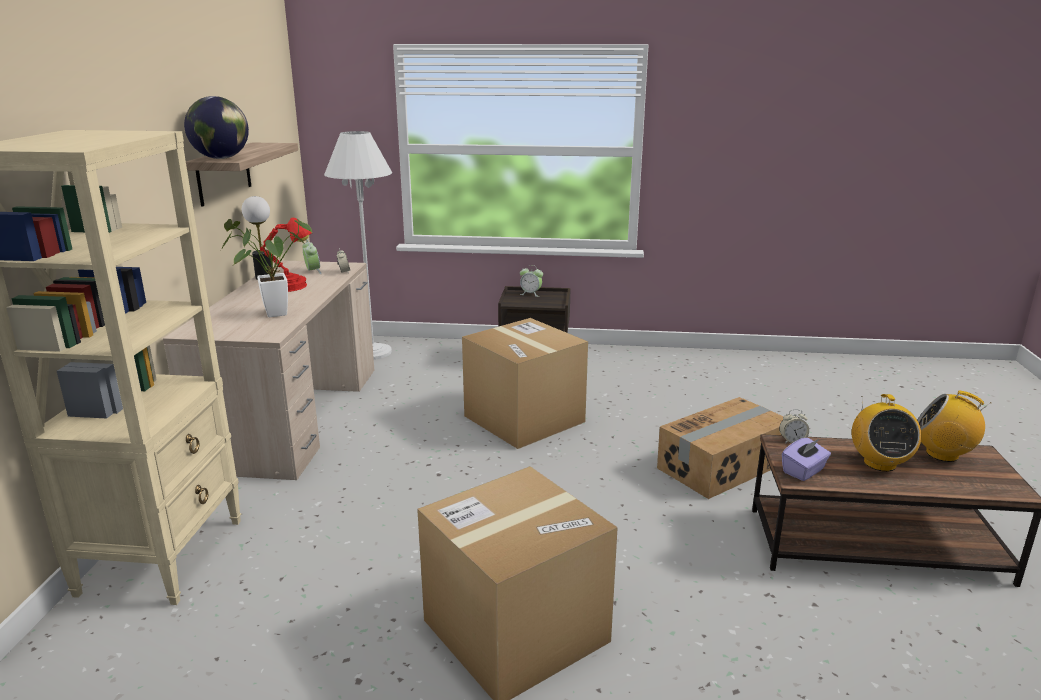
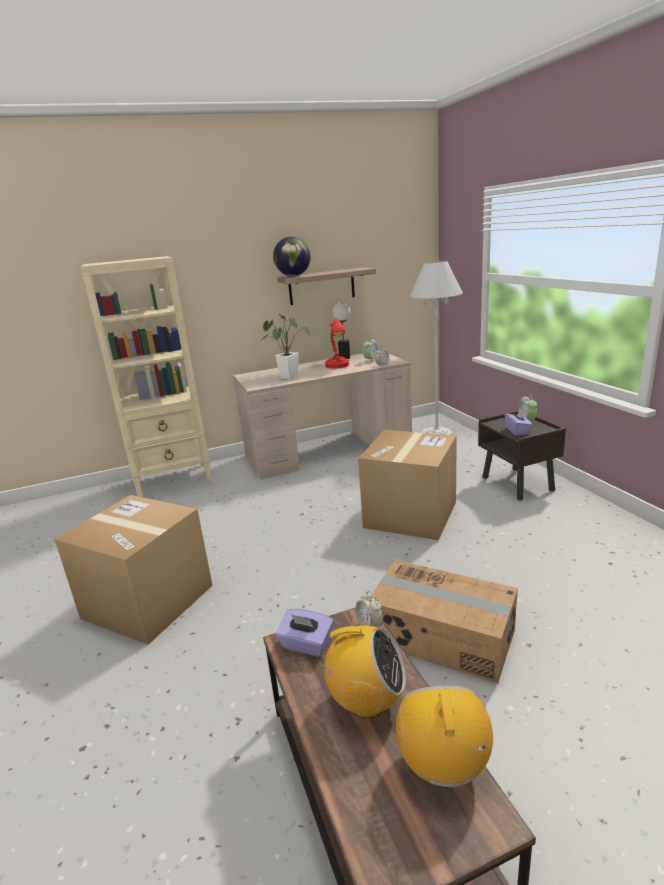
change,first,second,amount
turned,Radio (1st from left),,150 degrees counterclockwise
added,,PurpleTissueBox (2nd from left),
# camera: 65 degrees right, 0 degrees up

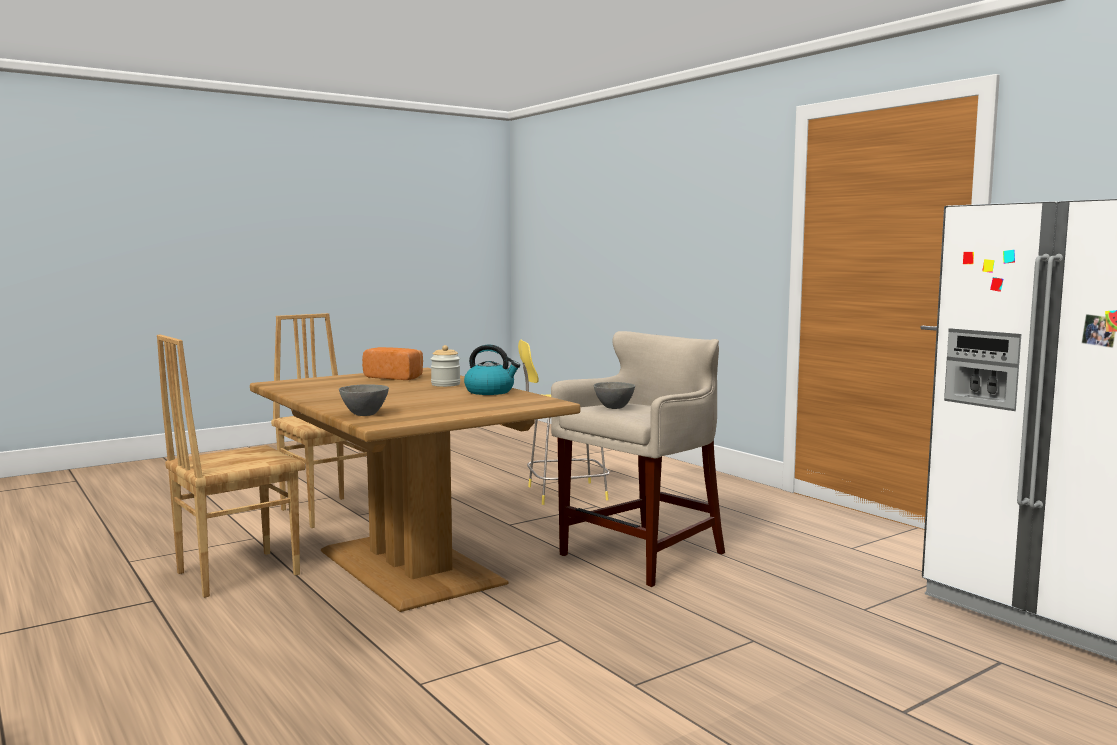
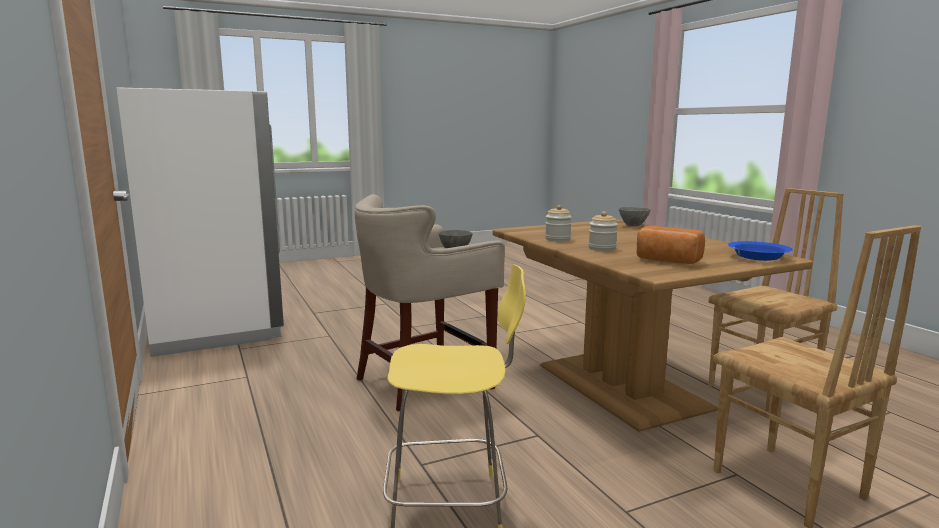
change,first,second,amount
replaced,Kettle,Jar (1st from left),
added,,BlueBowl,
# camera: 170 degrees left, 5 degrees up

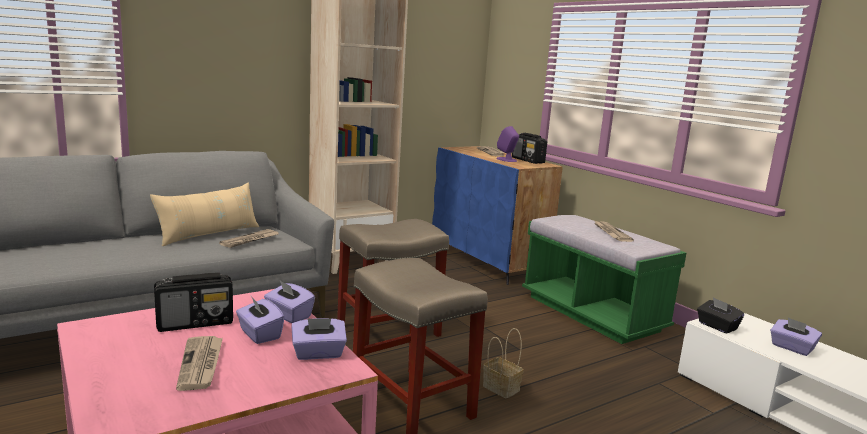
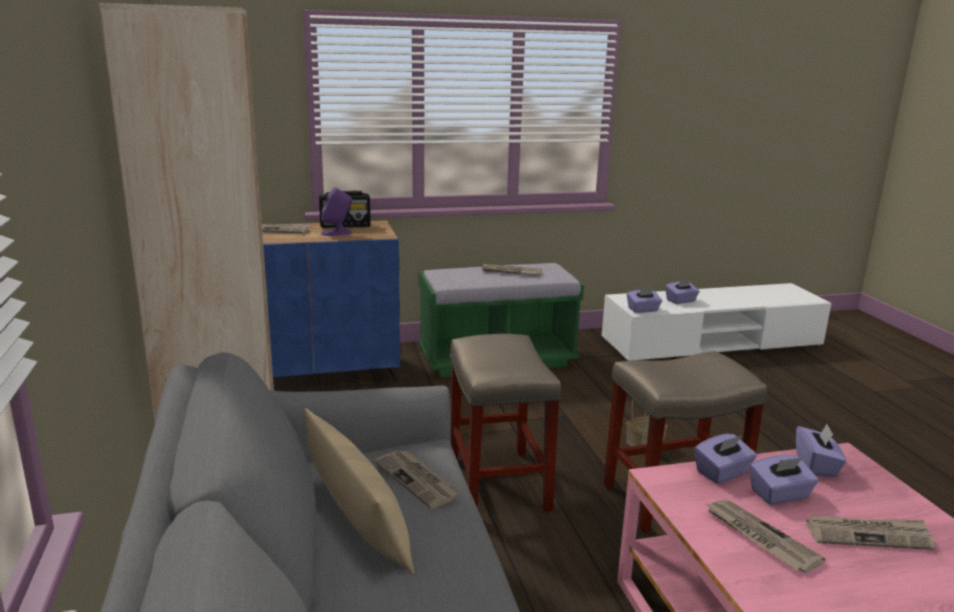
change,first,second,amount
replaced,Radio (1st from left),Newspaper (4th from left),
recoloured,BlackTissueBox,PurpleTissueBox (1st from left),
# camera: 70 degrees left, 5 degrees up

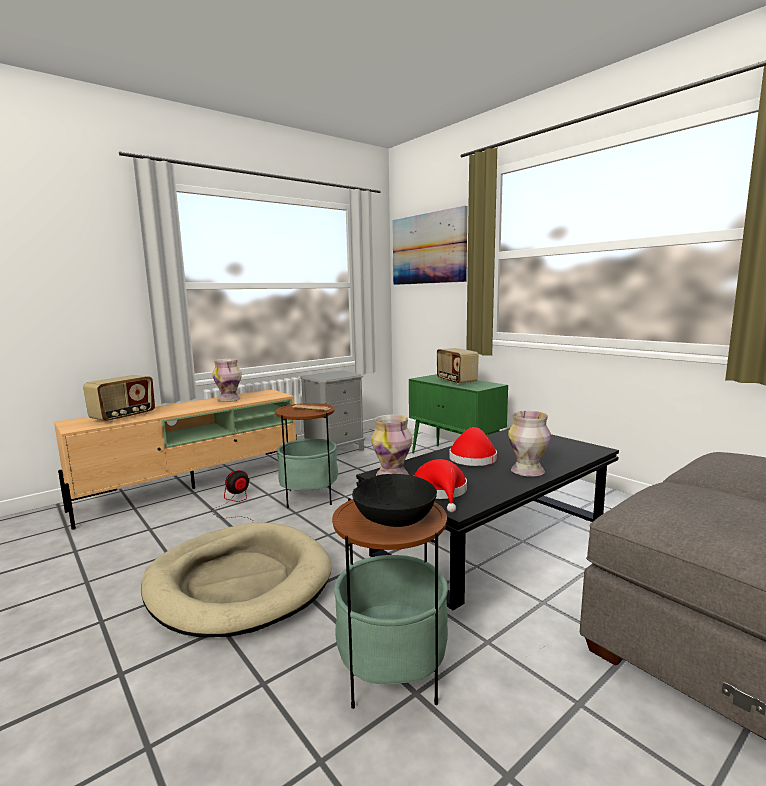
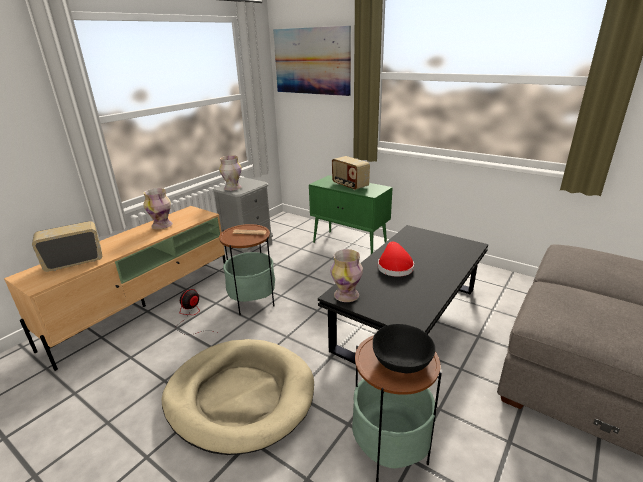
change,first,second,amount
turned,Radio (1st from left),,135 degrees counterclockwise
moved,Vase (3rd from left in the first image),Vase (2nd from left),
removed,RedHat (1st from left),,
# camera: 15 degrees left, 15 degrees up

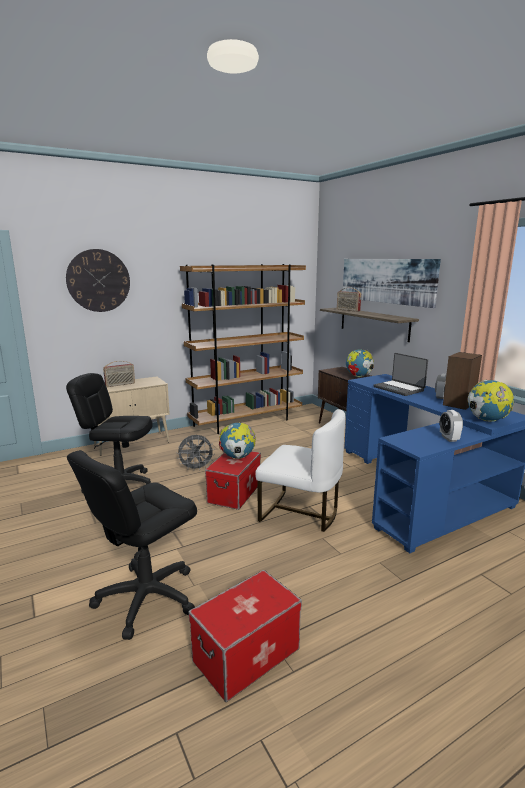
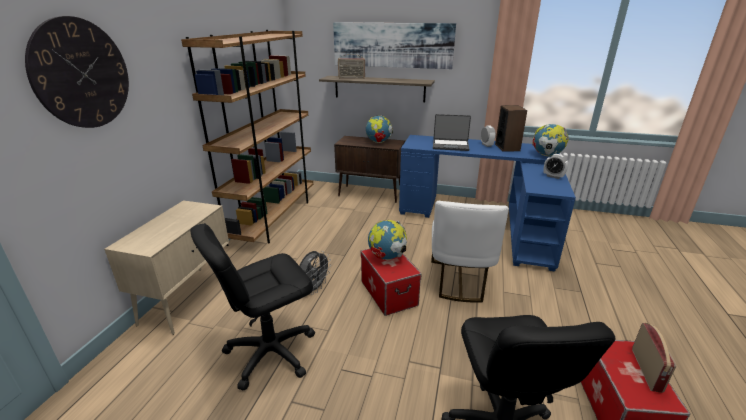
change,first,second,amount
moved,Radio (1st from left in the first image),Radio (2nd from left),
turned,WhiteChair,,120 degrees clockwise
# camera: 45 degrees left, 10 degrees up

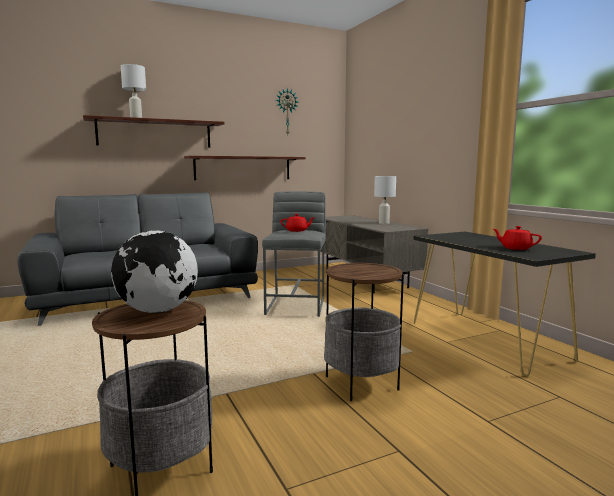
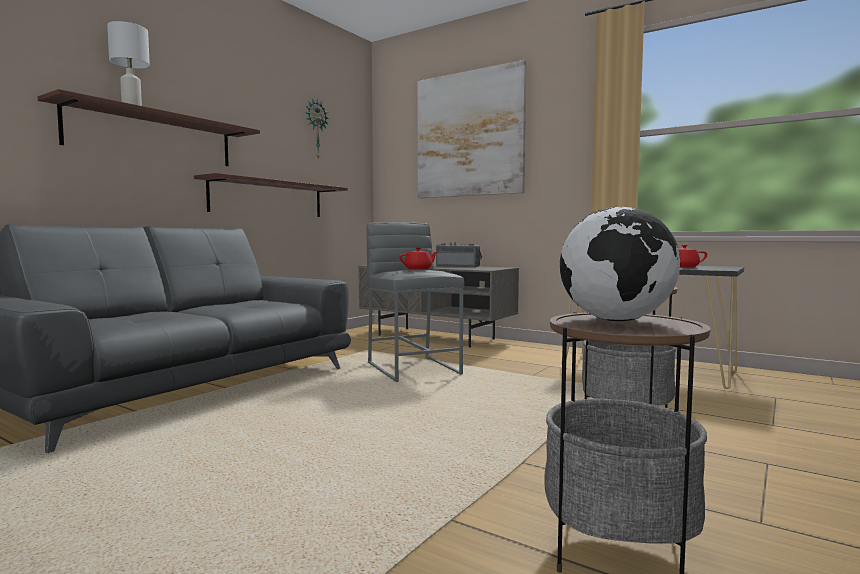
change,first,second,amount
replaced,WhiteTableLamp (2nd from left),Radio,
added,,Picture,
# camera: 30 degrees left, 5 degrees down

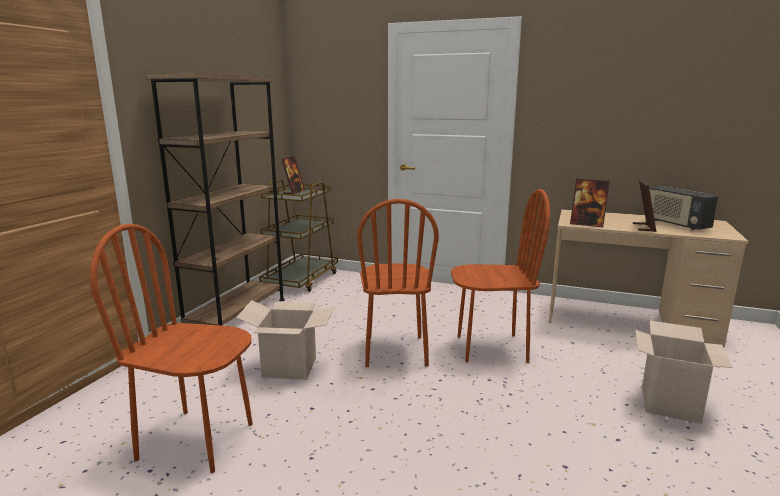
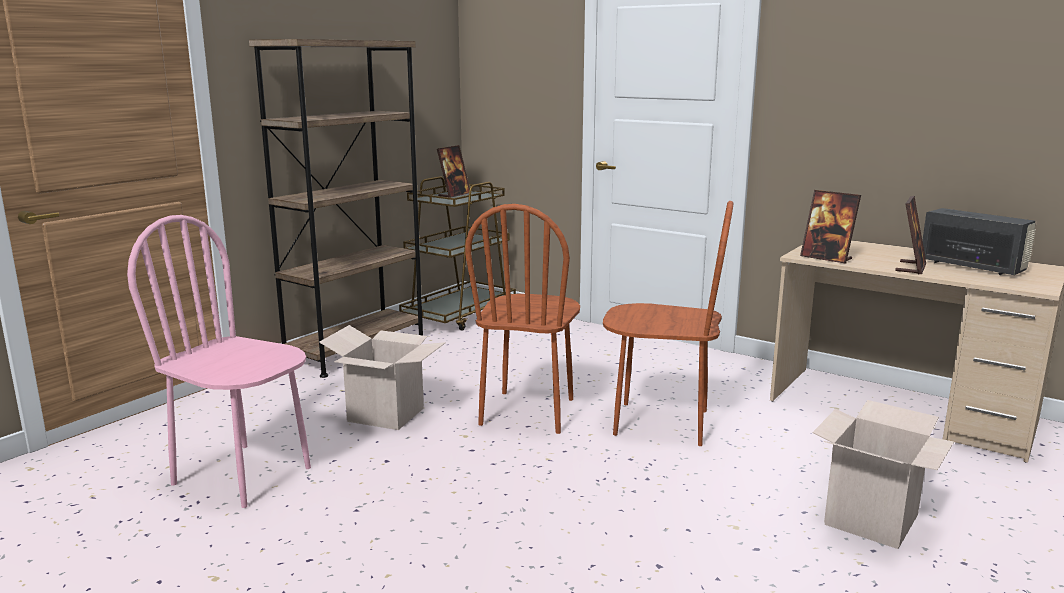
change,first,second,amount
turned,Radio,,150 degrees clockwise
recoloured,BrownChair (1st from left),PinkChair,
# camera: 15 degrees right, 0 degrees up

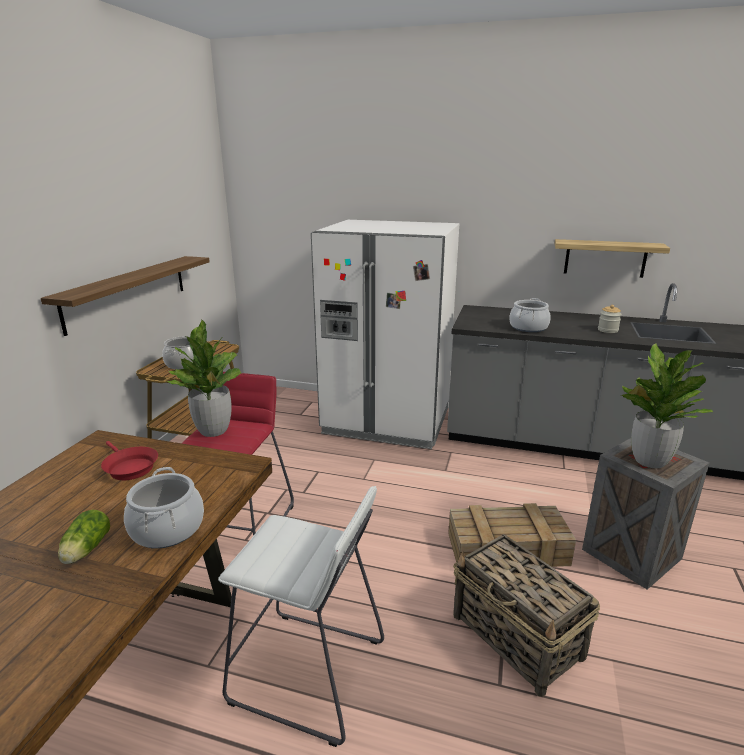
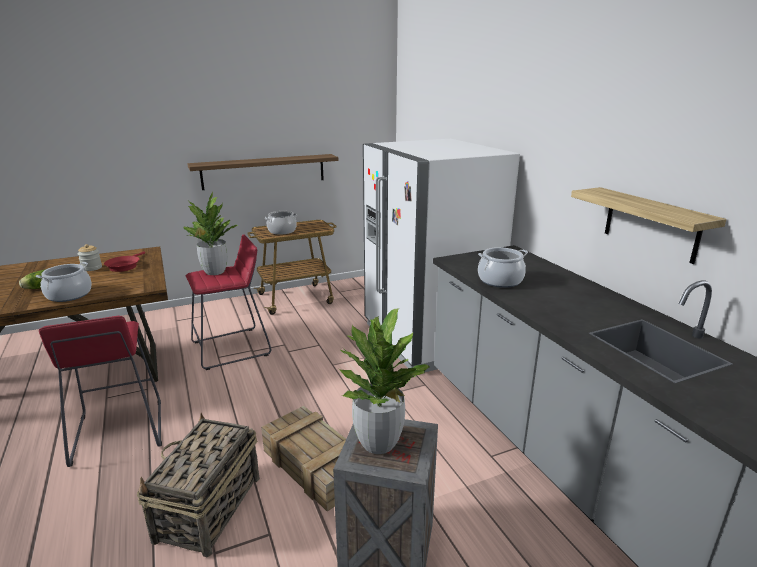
change,first,second,amount
moved,Jar,,
recoloured,WhiteStool,RedStool (1st from left),
# camera: 50 degrees right, 0 degrees up

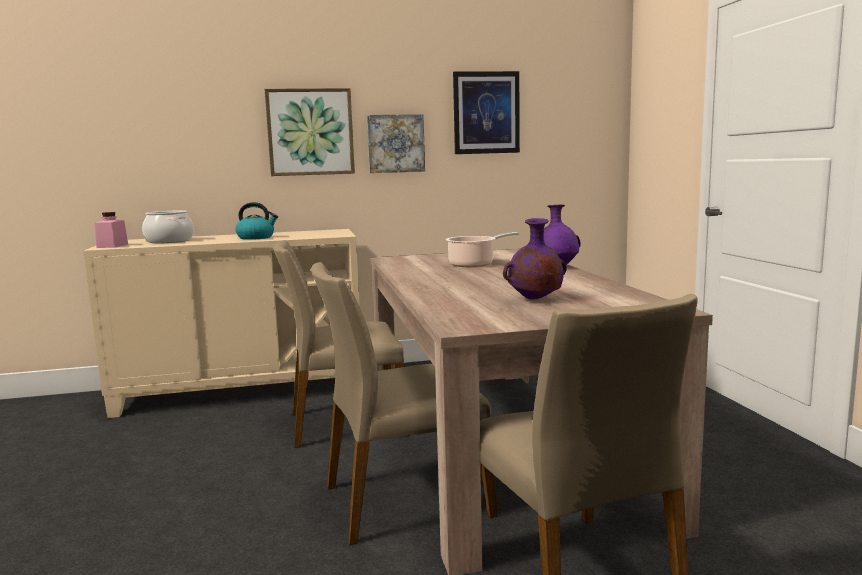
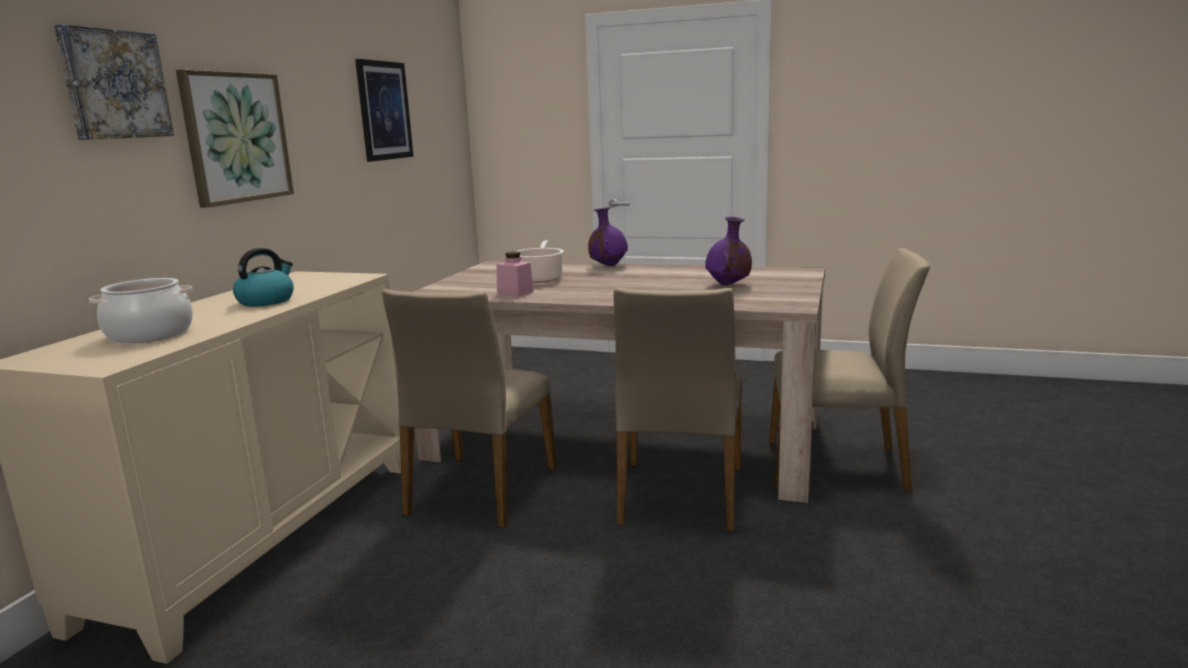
change,first,second,amount
moved,Picture (2nd from left in the first image),Picture (1st from left),
moved,PinkJar,,
# camera: 60 degrees left, 5 degrees up

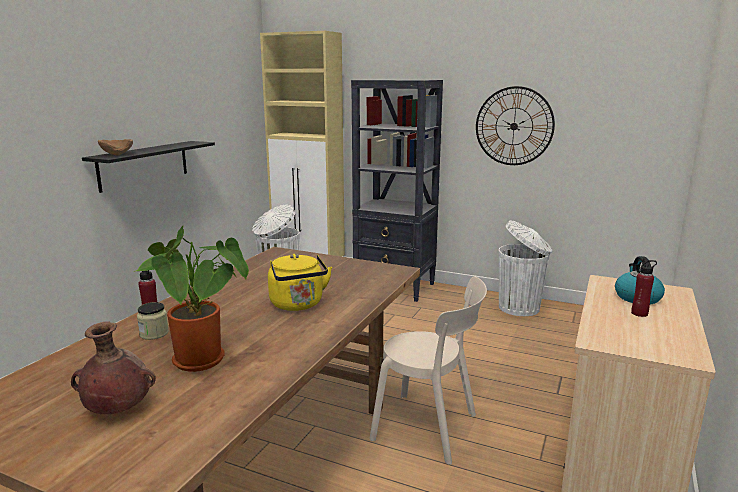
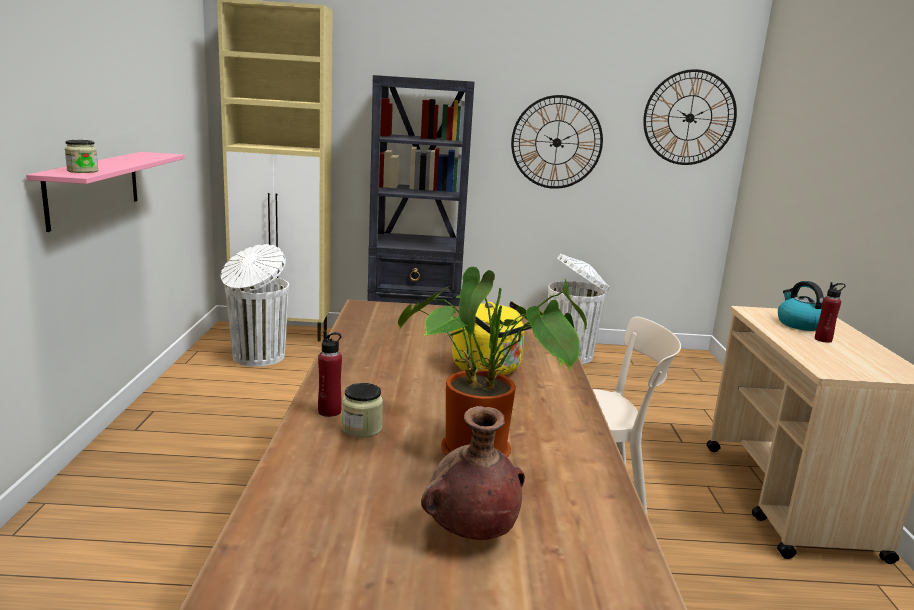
change,first,second,amount
replaced,BrownBowl,Jar (1st from left),
recoloured,BlackShelf,PinkShelf,
added,,WallClock (2nd from left),
# camera: 25 degrees left, 0 degrees up

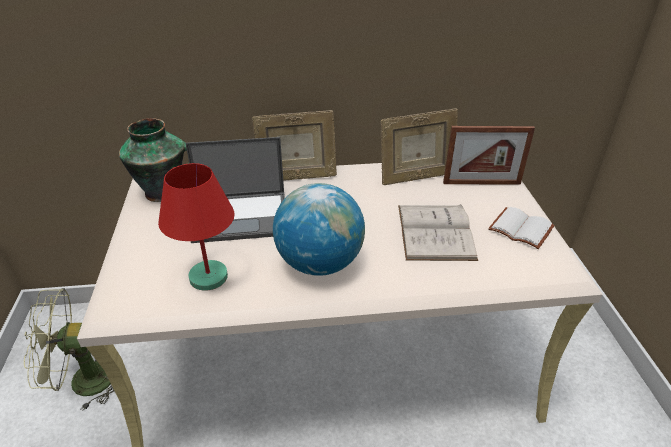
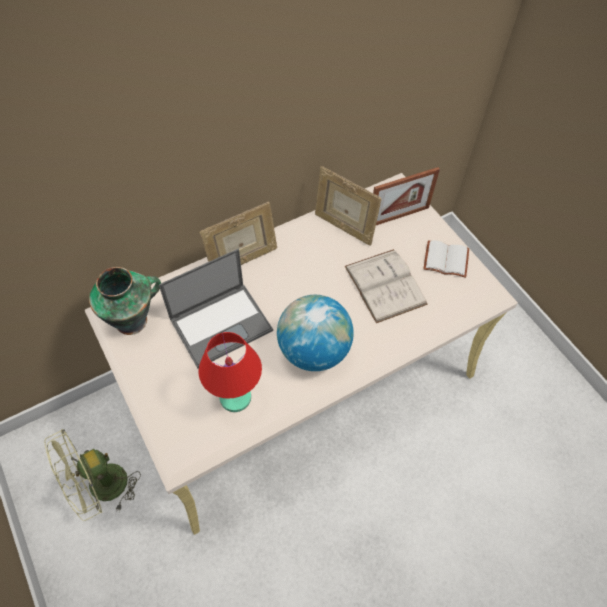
change,first,second,amount
turned,PictureFrame (2nd from left),,75 degrees clockwise
# camera: 25 degrees left, 20 degrees up

